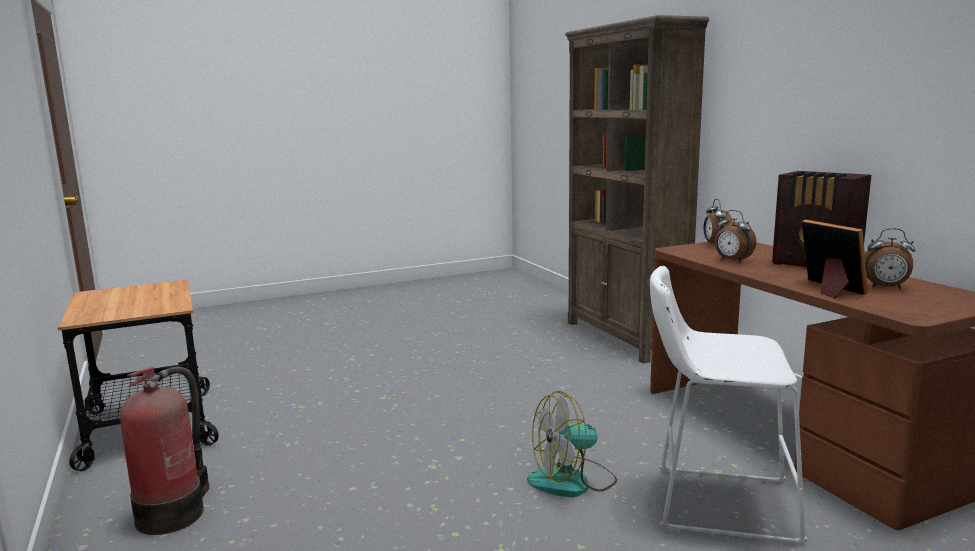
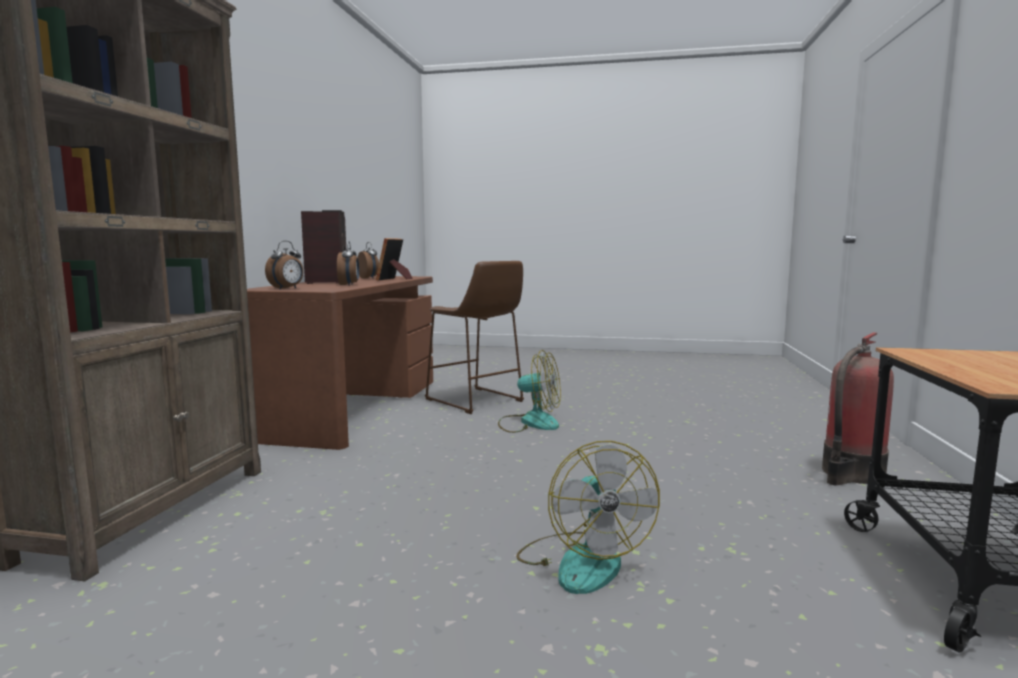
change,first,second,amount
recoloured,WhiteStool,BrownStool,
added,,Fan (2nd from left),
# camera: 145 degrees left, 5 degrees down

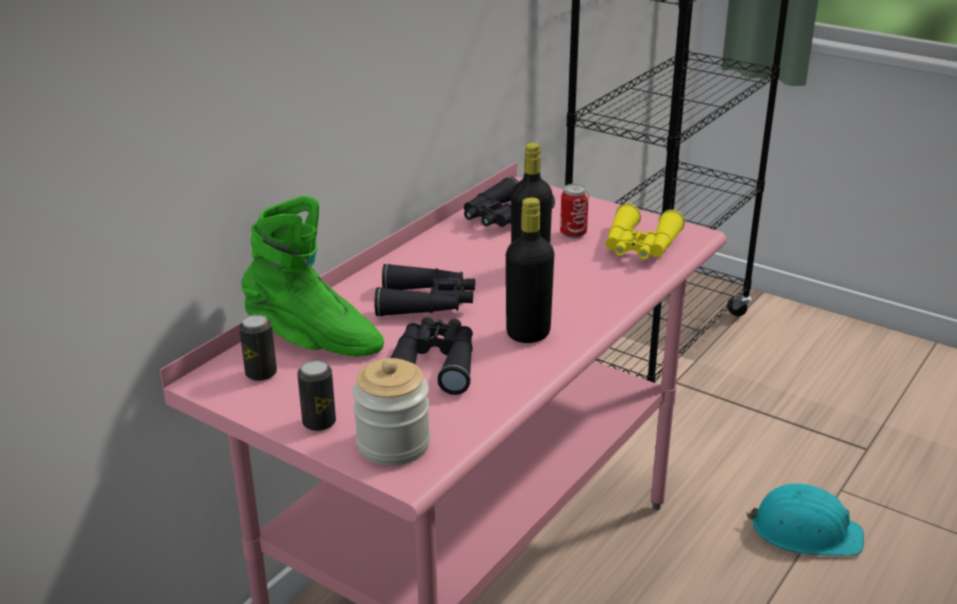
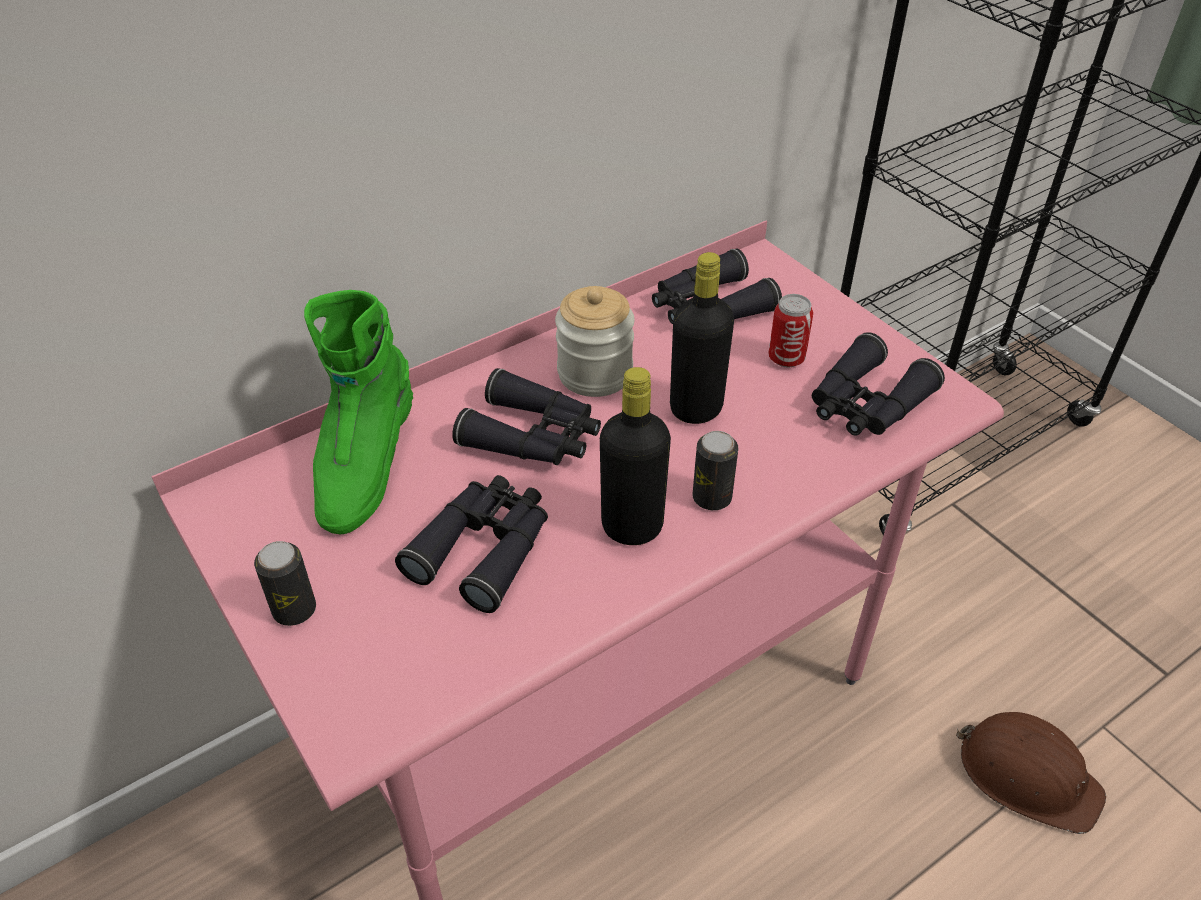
change,first,second,amount
turned,GreenBoot,,60 degrees clockwise
recoloured,YellowBinoculars,BlackBinoculars (4th from left),
moved,Can (1st from left in the first image),Can (2nd from left),
moved,Jar,,
recoloured,TurquoiseHardHat,BrownHardHat,
# camera: 20 degrees right, 15 degrees up

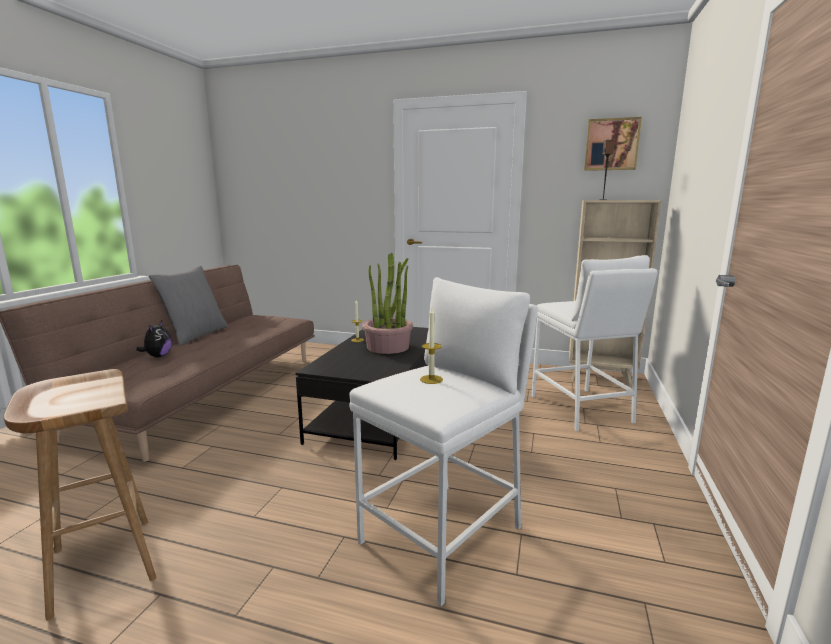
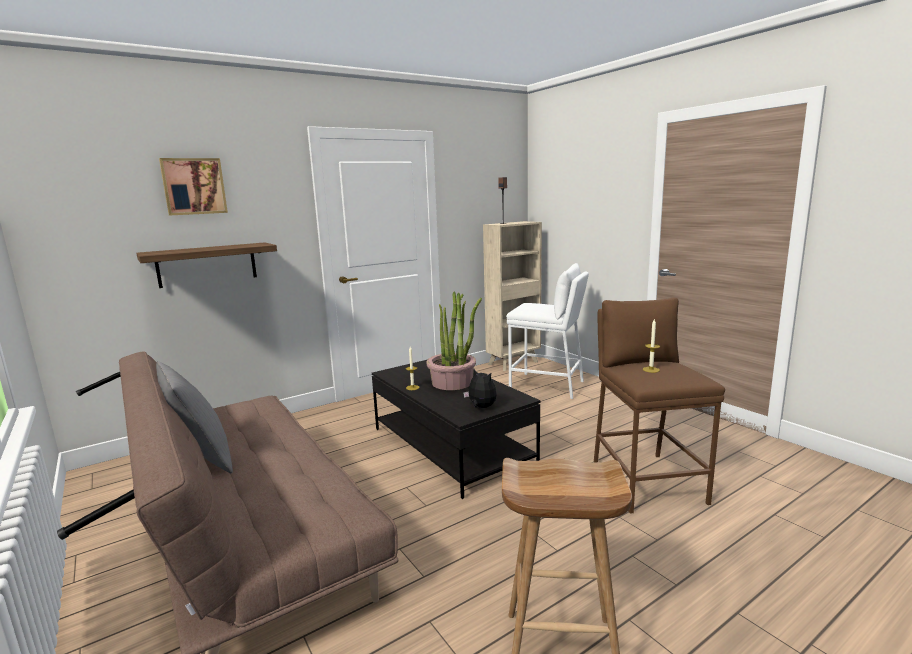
change,first,second,amount
moved,Picture,,
recoloured,WhiteStool (1st from left),BrownStool (2nd from left),
moved,PlushToy,,
added,,Shelf,
# camera: 50 degrees left, 0 degrees up

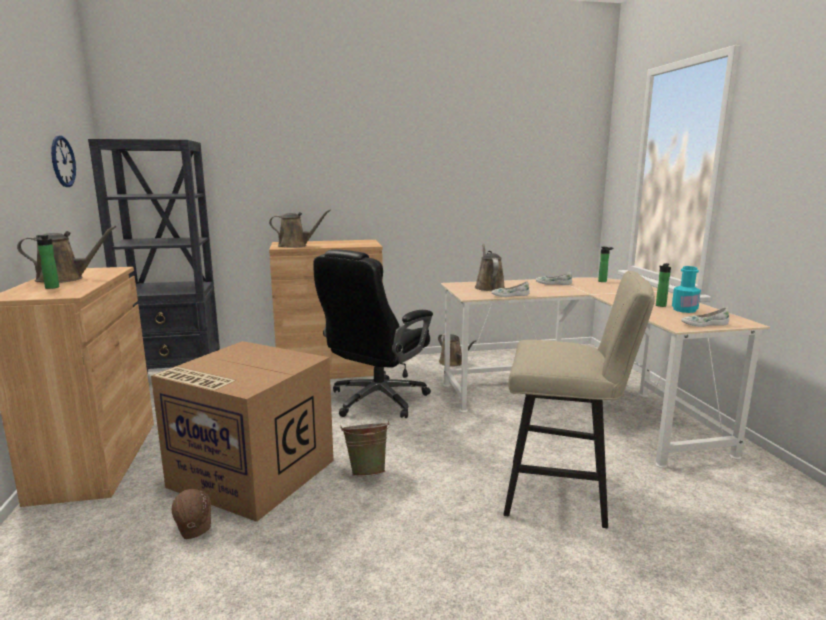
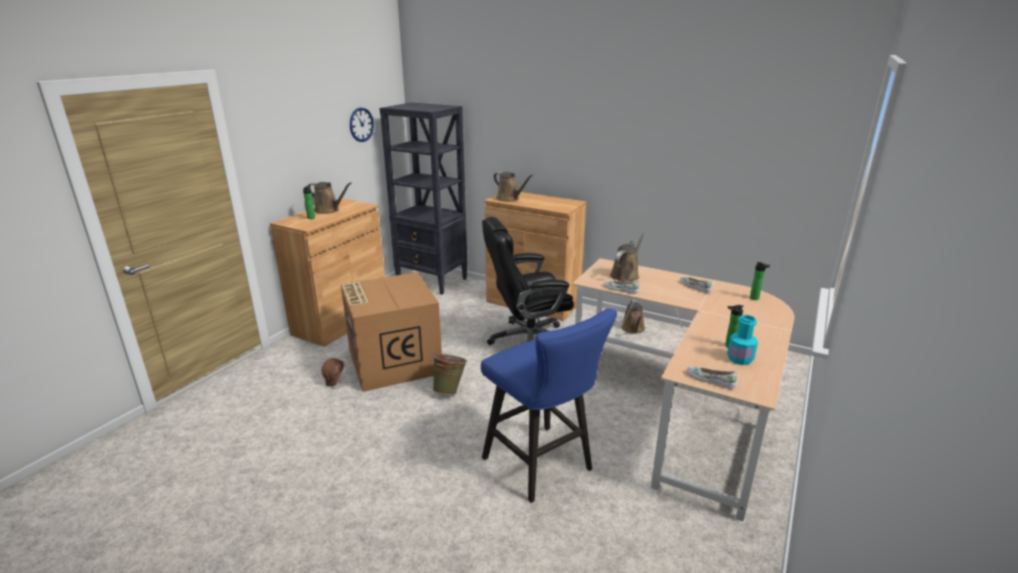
change,first,second,amount
recoloured,BeigeStool,BlueStool,
# camera: 40 degrees right, 10 degrees up

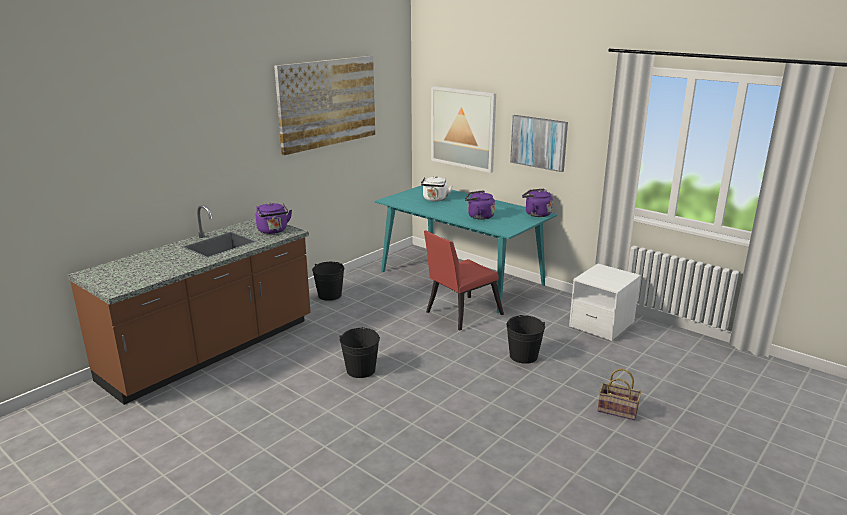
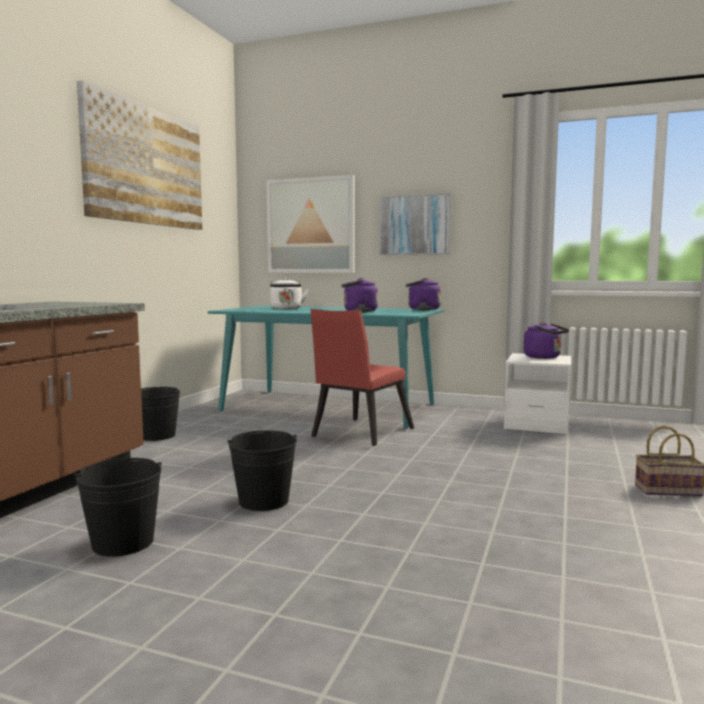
change,first,second,amount
moved,PurpleKettle (1st from left in the first image),PurpleKettle (3rd from left),
moved,BlackBucket (3rd from left in the first image),BlackBucket (1st from left),
# camera: 20 degrees left, 15 degrees down

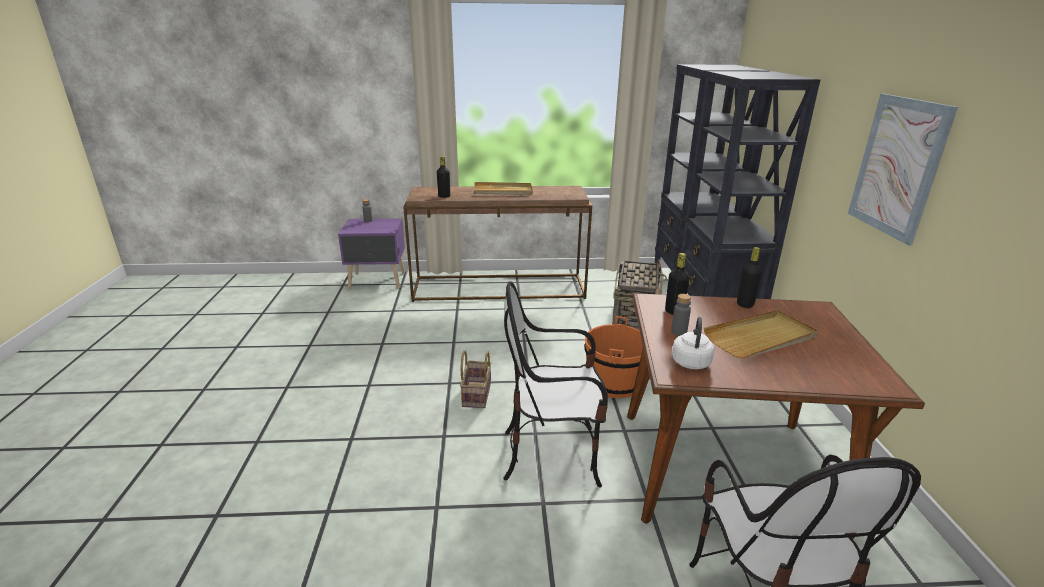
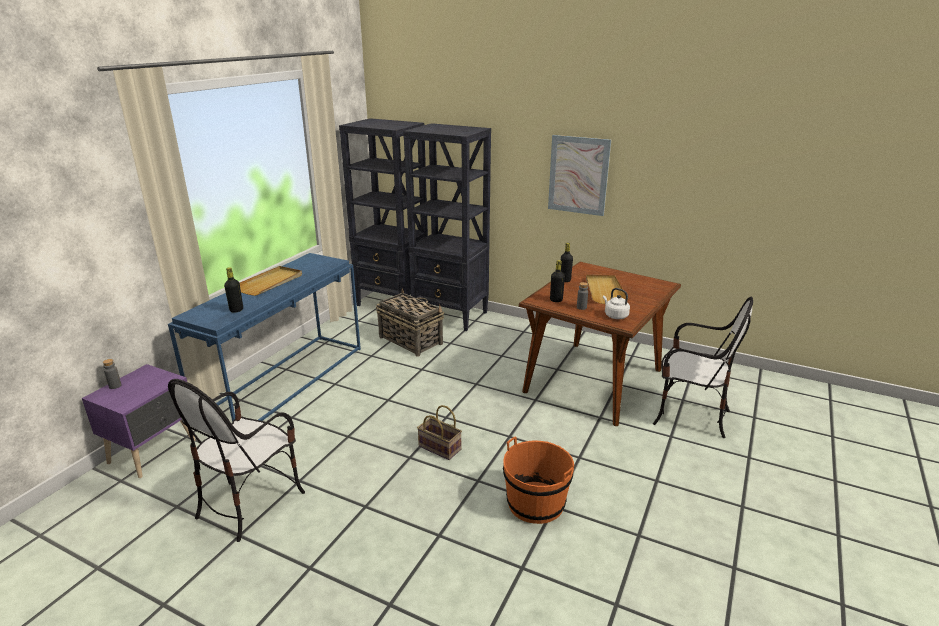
change,first,second,amount
recoloured,BrownConsoleTable,BlueConsoleTable,
moved,Chair (1st from left),,
moved,OrangeBucket,,
# camera: 60 degrees left, 0 degrees up

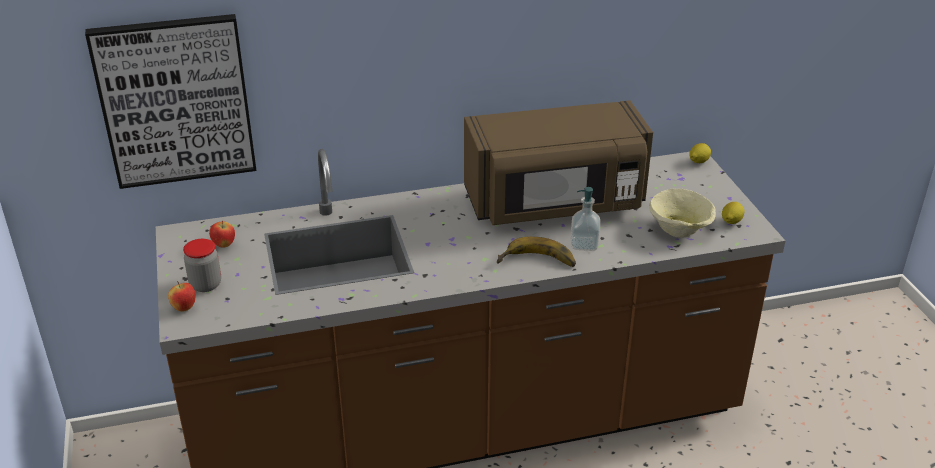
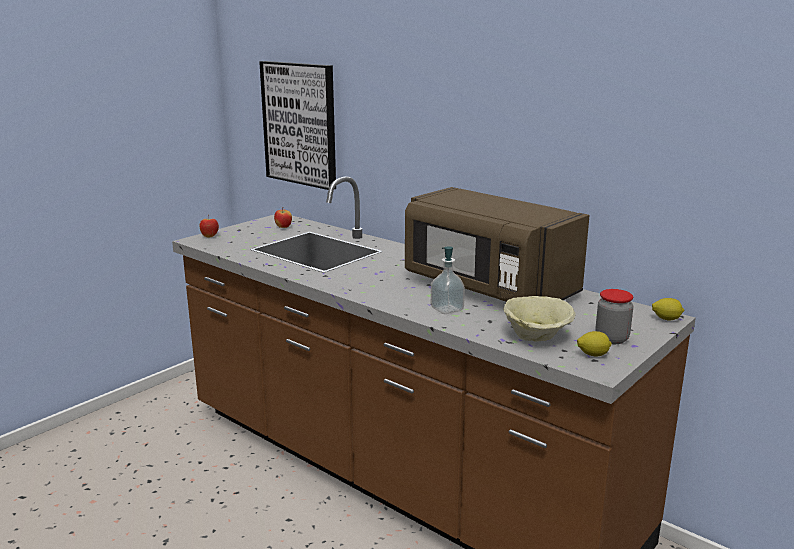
change,first,second,amount
removed,Banana,,
moved,Jar,,
# camera: 55 degrees right, 15 degrees down

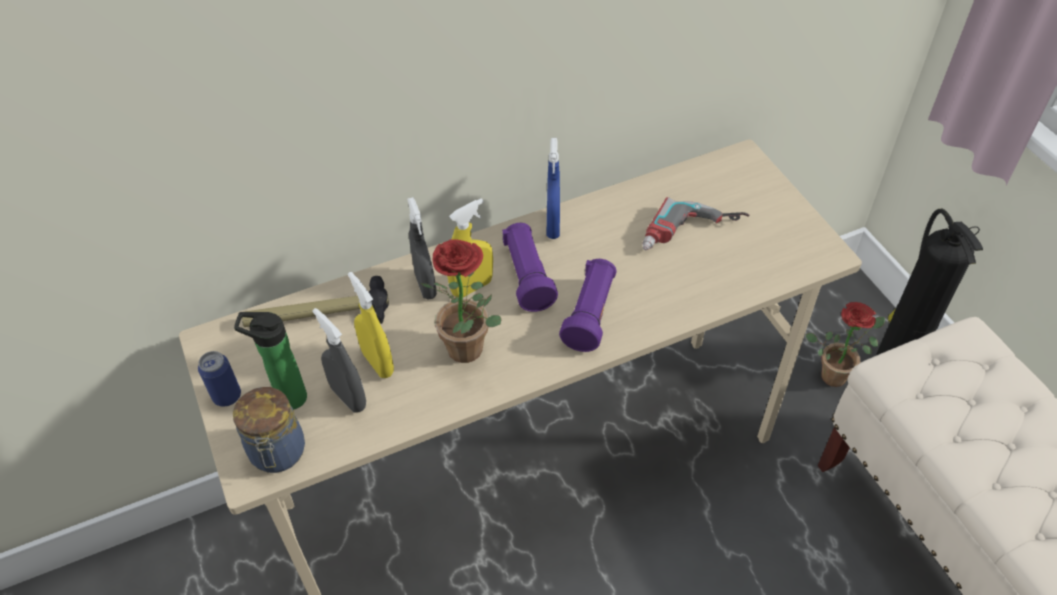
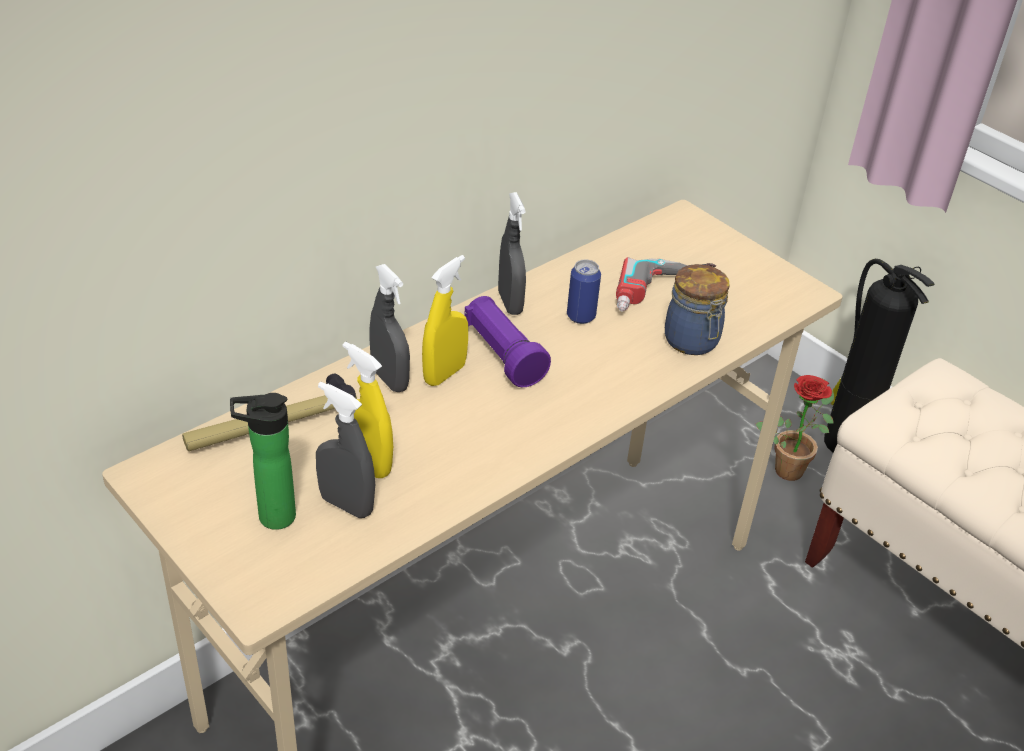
change,first,second,amount
recoloured,BlueSprayBottle,GreySprayBottle (3rd from left),
removed,PottedPlant (1st from left),,
removed,PurpleFlashlight (2nd from left),,
moved,Can,,
moved,Jar,,
# camera: 20 degrees left, 10 degrees down

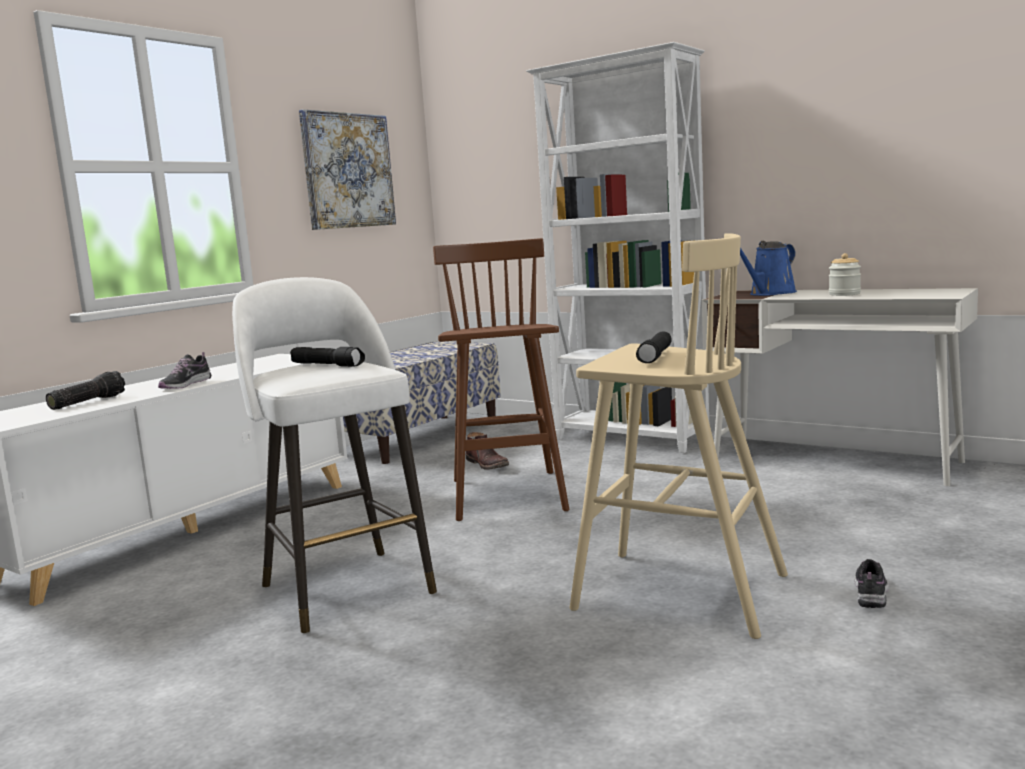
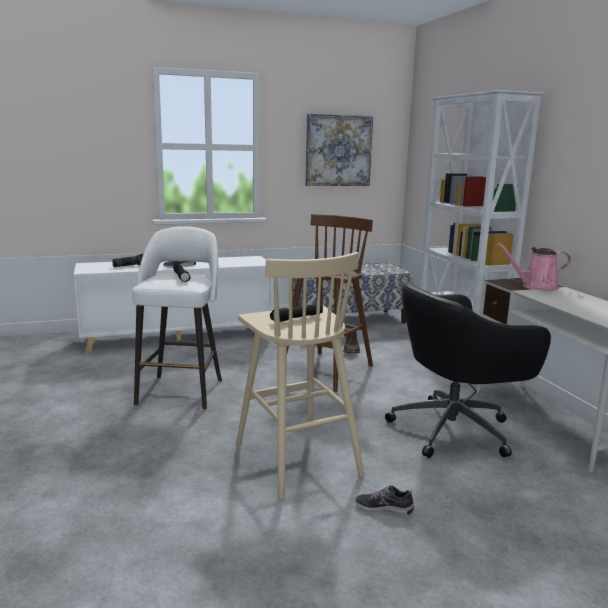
change,first,second,amount
recoloured,BlueWateringCan,PinkWateringCan,
removed,Jar,,
turned,Shoe (2nd from left),,135 degrees counterclockwise
added,,BlackOfficeChair,
# camera: 35 degrees right, 5 degrees up

